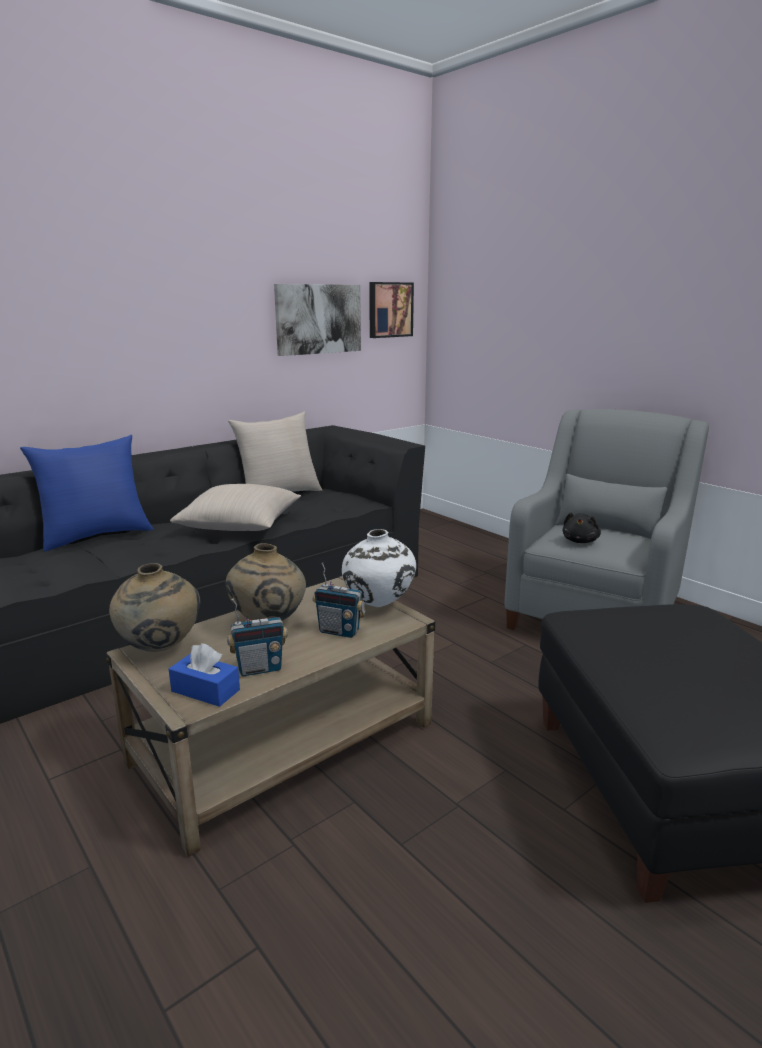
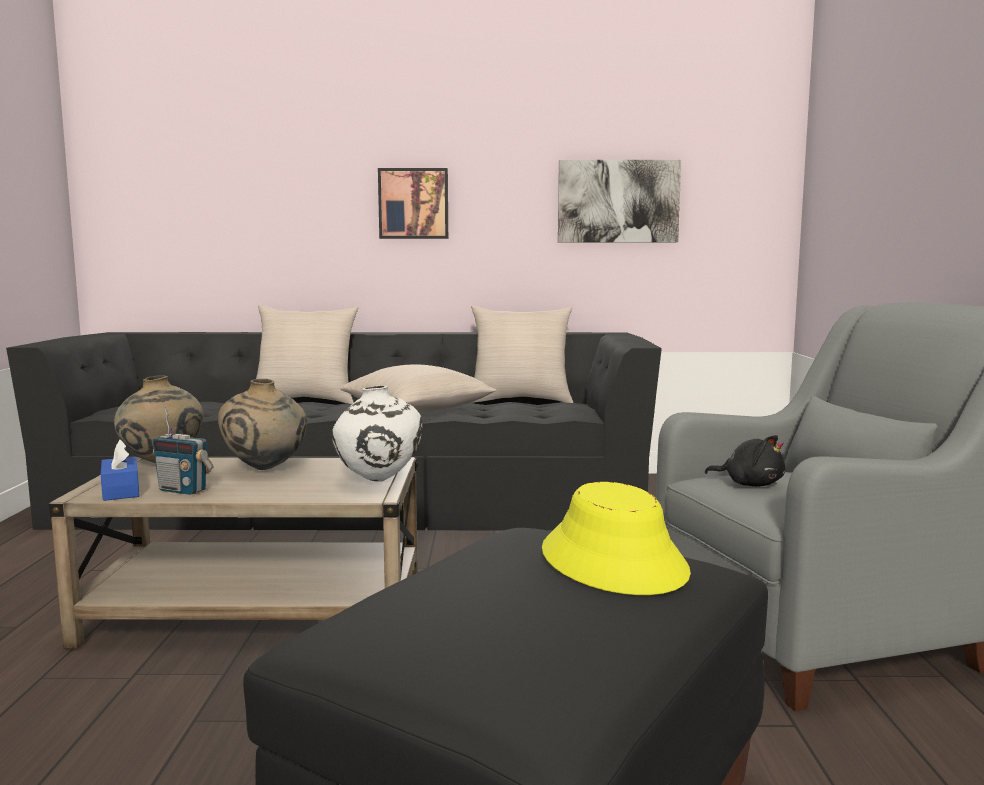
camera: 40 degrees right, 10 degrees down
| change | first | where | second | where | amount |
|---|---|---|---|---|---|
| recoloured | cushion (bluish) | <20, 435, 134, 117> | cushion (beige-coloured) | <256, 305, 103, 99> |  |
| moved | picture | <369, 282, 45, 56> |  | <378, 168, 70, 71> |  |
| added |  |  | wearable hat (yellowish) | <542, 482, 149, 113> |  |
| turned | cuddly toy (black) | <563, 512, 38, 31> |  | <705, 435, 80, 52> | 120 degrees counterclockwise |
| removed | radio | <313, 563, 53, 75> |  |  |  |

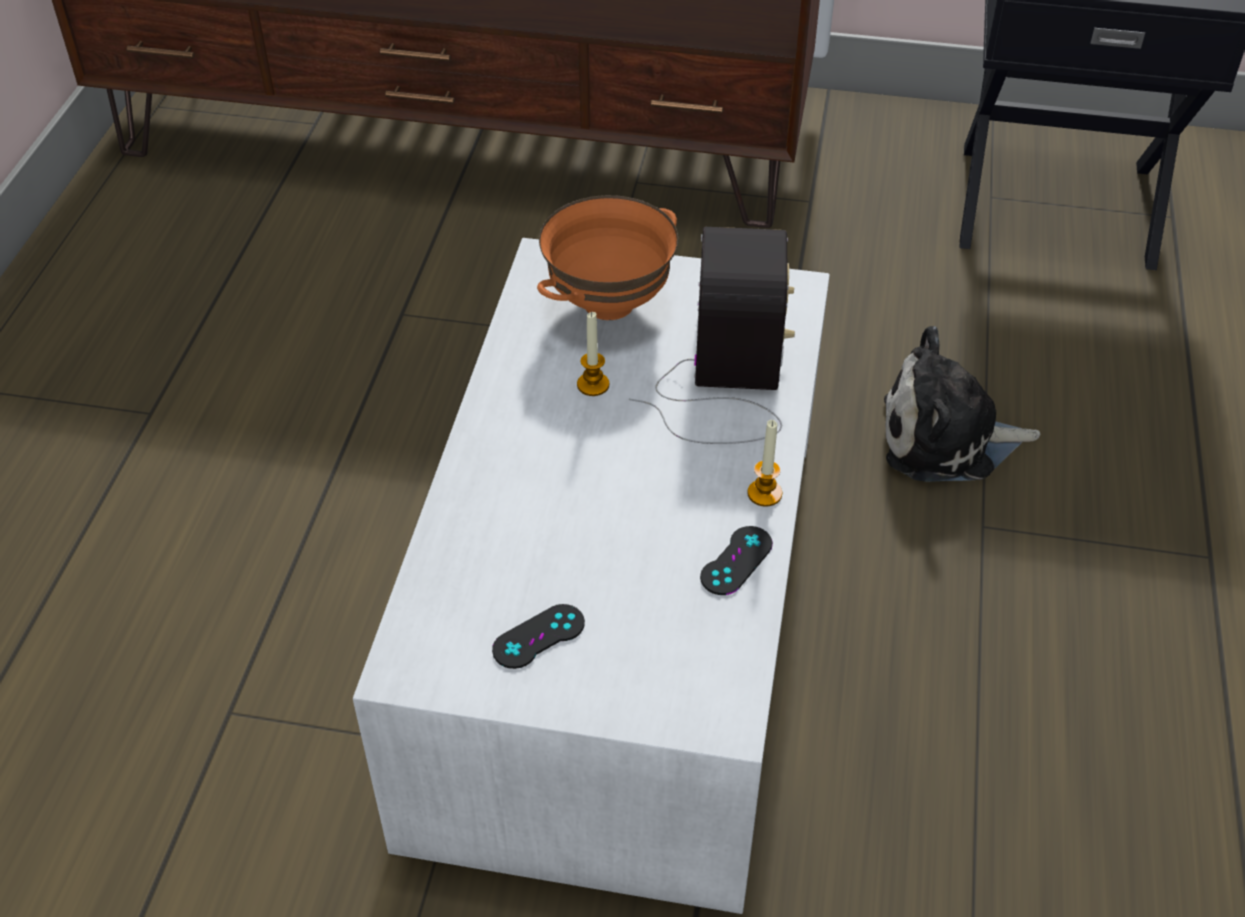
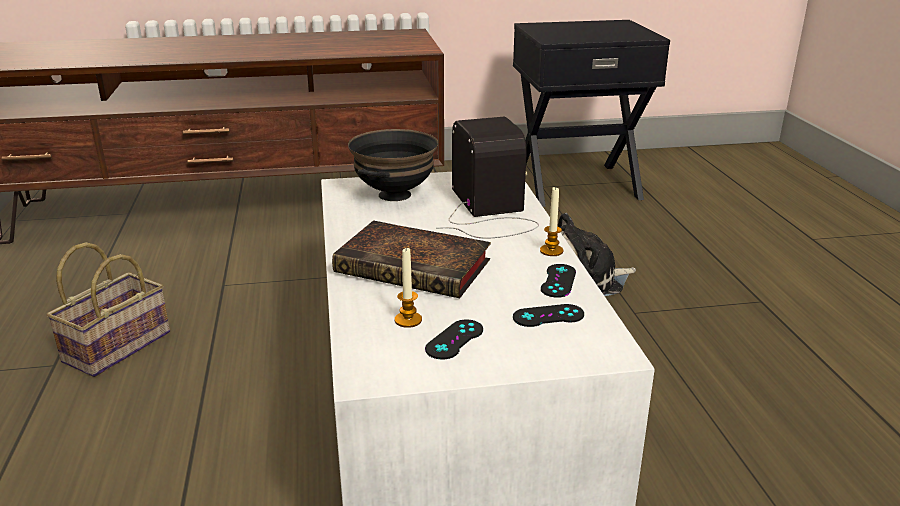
camera: 20 degrees left, 20 degrees down
| change | first | where | second | where | amount |
|---|---|---|---|---|---|
| added |  |  | basket | <46, 242, 124, 135> |  |
| added |  |  | bound book | <332, 220, 159, 78> |  |
| recoloured | serving bowl (orangey) | <537, 195, 141, 125> | serving bowl (black) | <348, 129, 90, 72> |  |
| moved | wax candle | <577, 312, 32, 84> |  | <395, 248, 27, 80> |  |
| added |  |  | joypad (black) | <513, 304, 71, 23> |  |

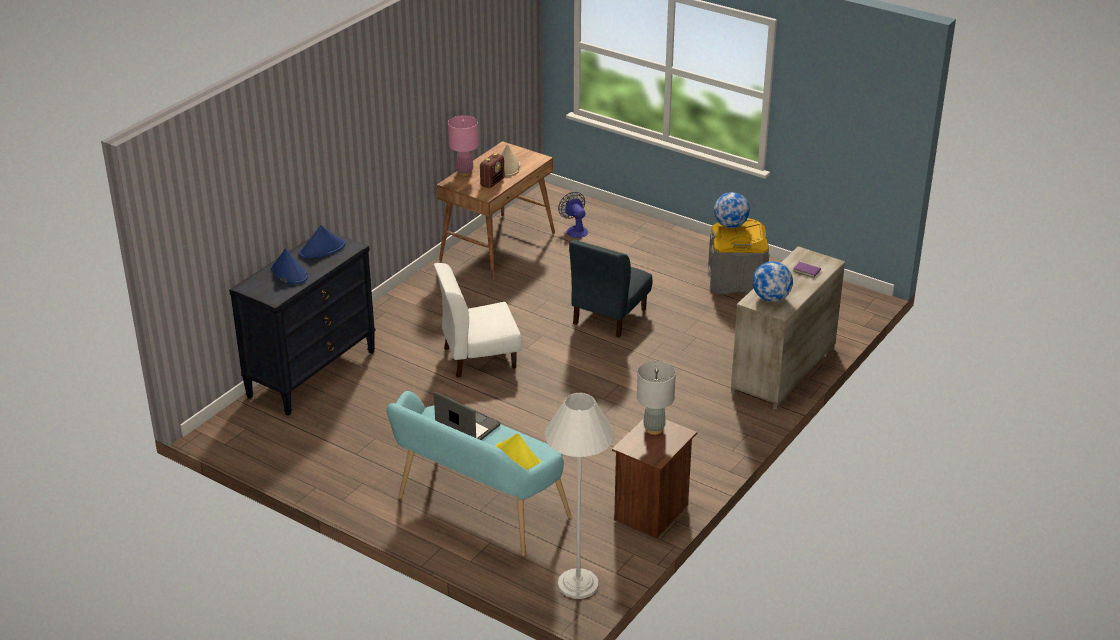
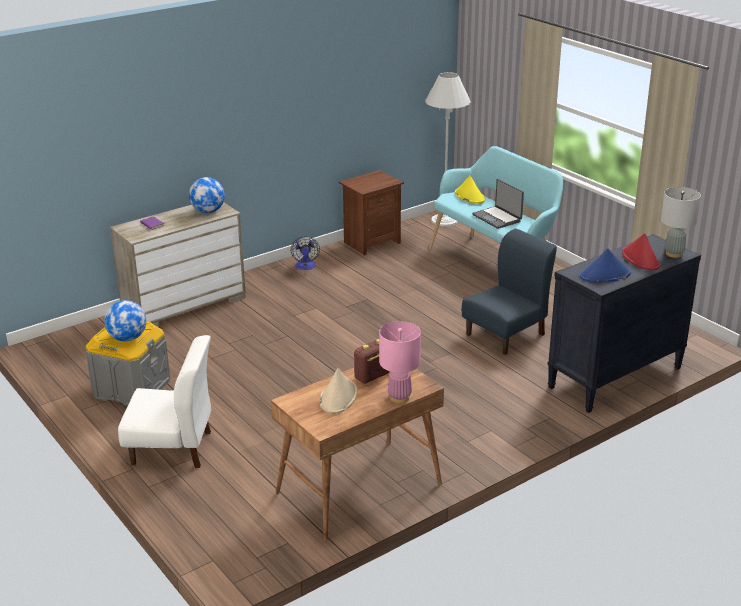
camera: 160 degrees left, 5 degrees down
| change | first | where | second | where | amount |
|---|---|---|---|---|---|
| moved | plain chair (white) | <433, 263, 89, 115> |  | <118, 335, 94, 133> |  |
| moved | fan | <558, 192, 30, 46> |  | <291, 236, 29, 34> |  |
| moved | plain chair (bluish) | <569, 240, 83, 98> |  | <462, 229, 95, 126> |  |
| recoloured | wearable hat (bluish) | <271, 248, 37, 36> | wearable hat (reddish) | <622, 233, 38, 37> |  |
| moved | lamp for a table (grey) | <637, 361, 39, 74> |  | <661, 187, 40, 71> |  |

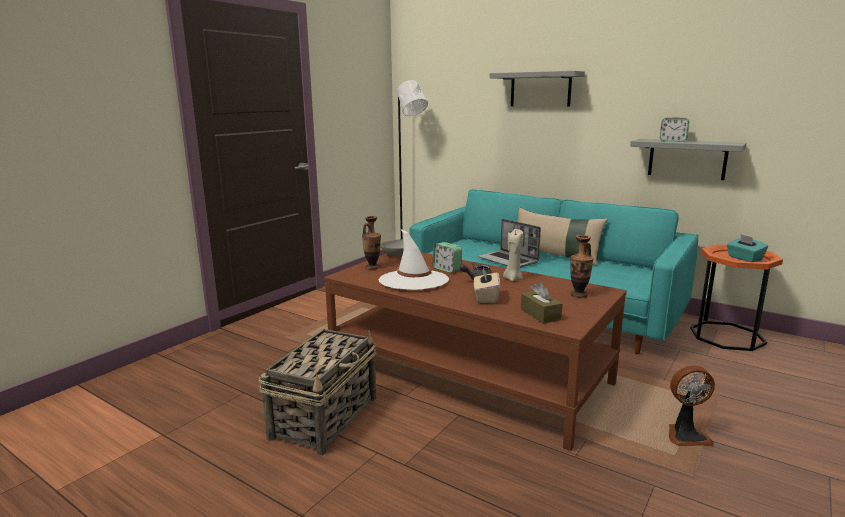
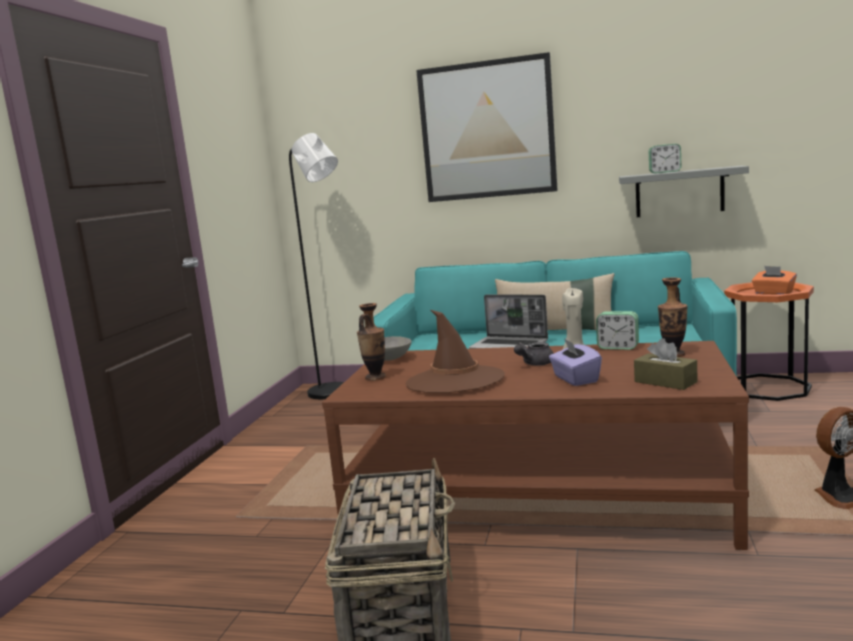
camera: 20 degrees left, 5 degrees down
| change | first | where | second | where | amount |
|---|---|---|---|---|---|
| recoloured | wearable hat (white) | <379, 229, 70, 61> | wearable hat (brown) | <406, 310, 99, 83> |  |
| replaced | wall shelf (grey) | <489, 71, 96, 36> | picture | <416, 52, 142, 150> |  |
| recoloured | tissue holder (beige-coloured) | <474, 266, 26, 37> | tissue holder (purple) | <549, 338, 53, 48> |  |
| moved | alarm clock | <433, 242, 29, 31> |  | <596, 311, 43, 39> |  |
| recoloured | tissue holder (turquoise-coloured) | <727, 234, 41, 28> | tissue holder (orangey) | <752, 266, 45, 29> |  |

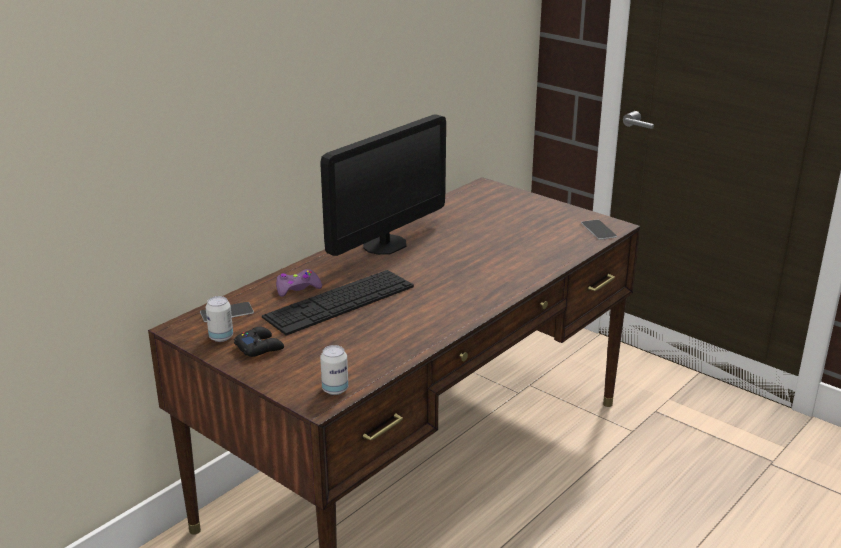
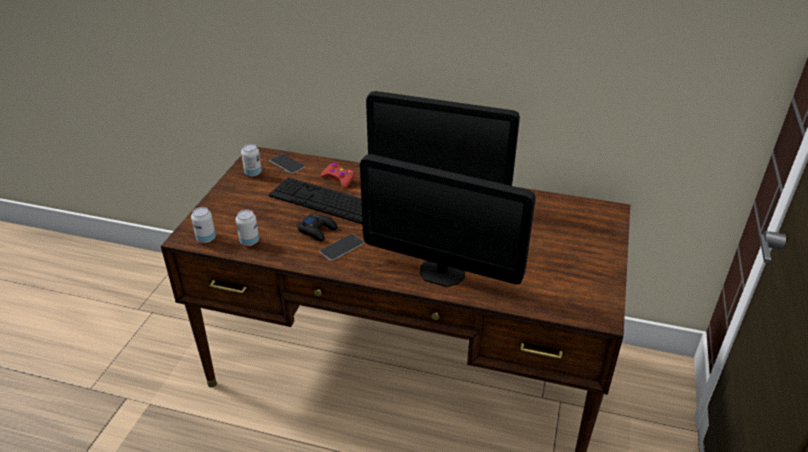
camera: 65 degrees right, 10 degrees up
| change | first | where | second | where | amount |
|---|---|---|---|---|---|
| added |  |  | can | <236, 210, 23, 36> |  |
| moved | joypad (black) | <234, 327, 50, 30> |  | <297, 214, 40, 27> |  |
| moved | telephone | <581, 220, 36, 20> |  | <319, 234, 45, 27> |  |
| recoloured | joypad (purple) | <276, 269, 46, 28> | joypad (reddish) | <321, 163, 34, 25> |  |
| added |  |  | monitor | <360, 154, 176, 133> |  |

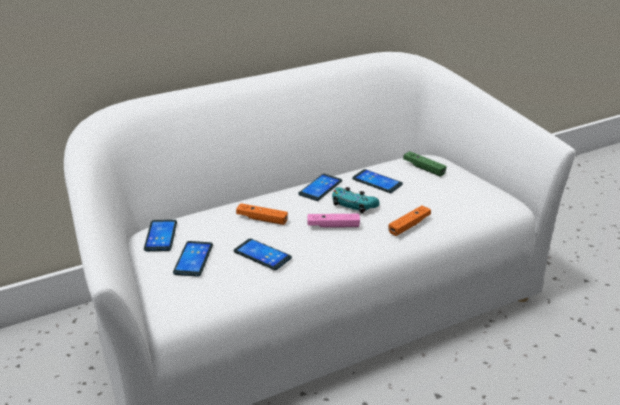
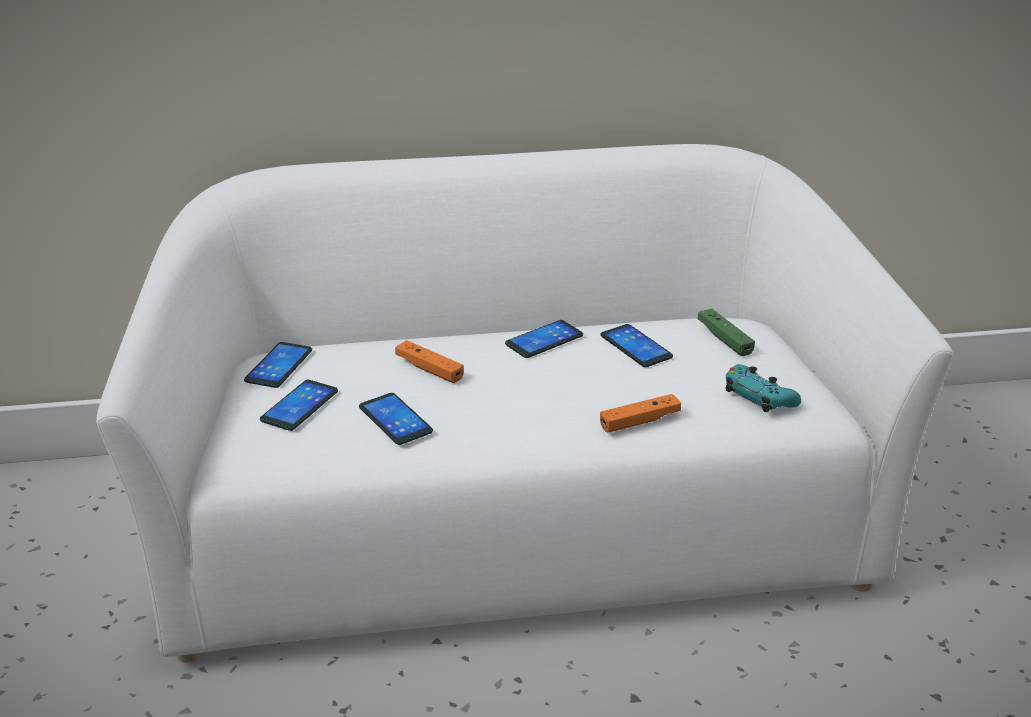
camera: 20 degrees right, 0 degrees up
| change | first | where | second | where | amount |
|---|---|---|---|---|---|
| moved | joypad (turquoise-coloured) | <332, 187, 48, 26> |  | <726, 364, 75, 48> |  |
| removed | joypad (pinkish) | <307, 214, 53, 14> |  |  |  |

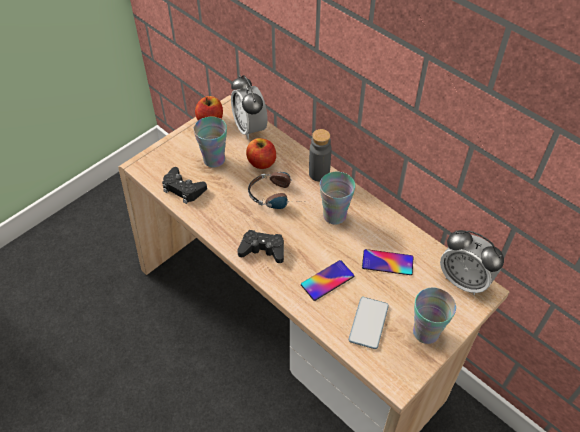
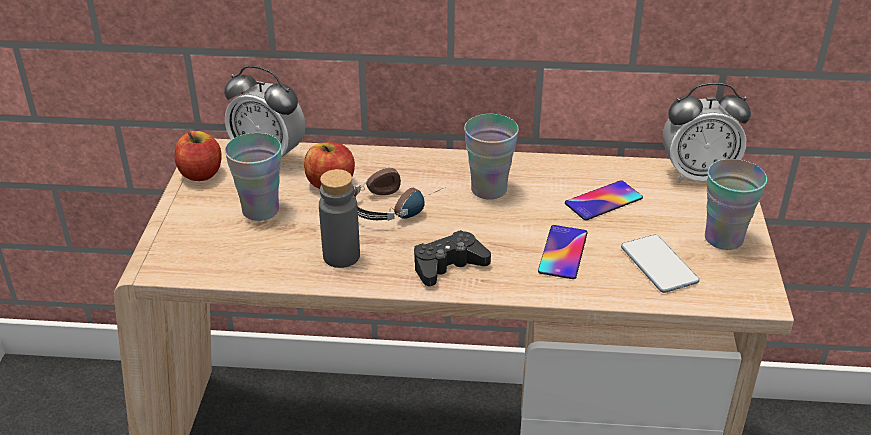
camera: 40 degrees left, 15 degrees down
| change | first | where | second | where | amount |
|---|---|---|---|---|---|
| moved | drink bottle (grey) | <309, 129, 23, 52> |  | <319, 169, 41, 99> |  |
| removed | joypad (black) | <162, 167, 45, 37> |  |  |  |

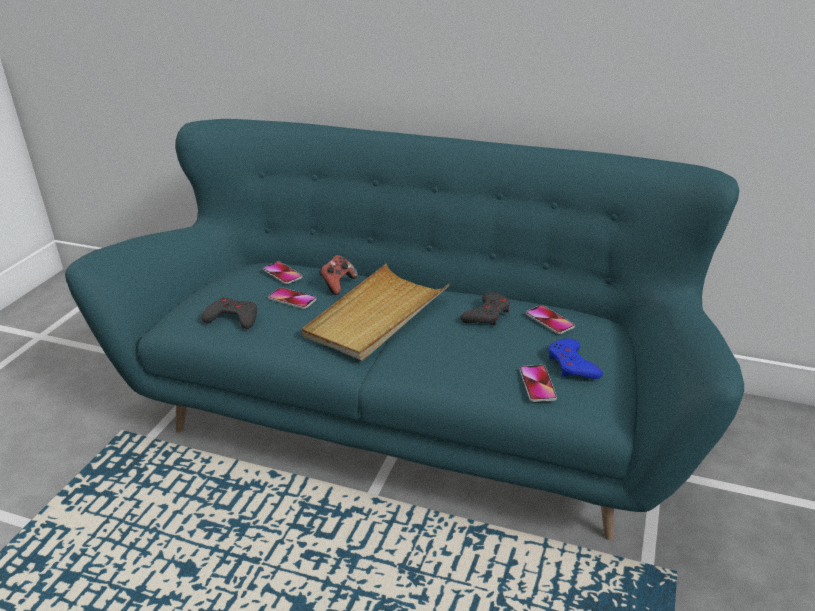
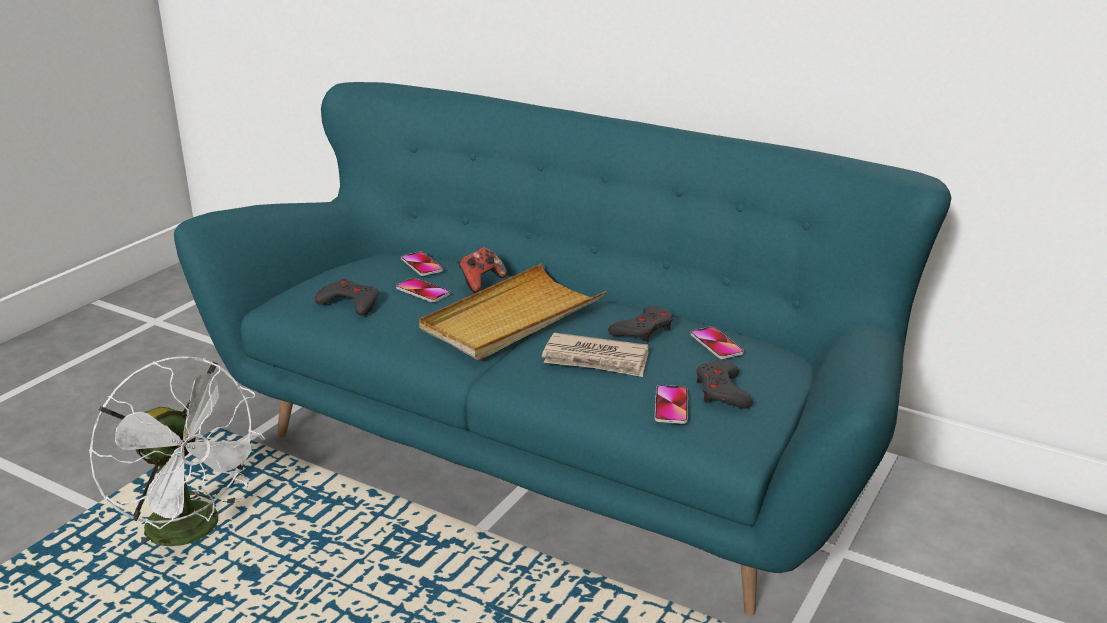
camera: 10 degrees right, 5 degrees down
| change | first | where | second | where | amount |
|---|---|---|---|---|---|
| added |  |  | fan (white) | <89, 356, 176, 193> |  |
| added |  |  | printed paper | <542, 333, 107, 44> |  |
| recoloured | joypad (bluish) | <549, 338, 54, 41> | joypad (grey) | <696, 361, 57, 47> |  |

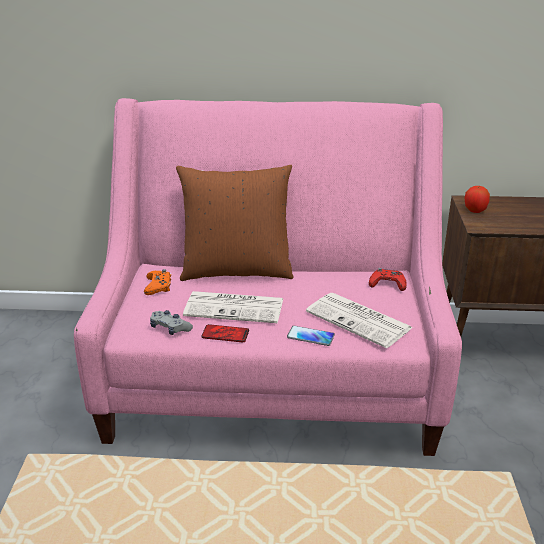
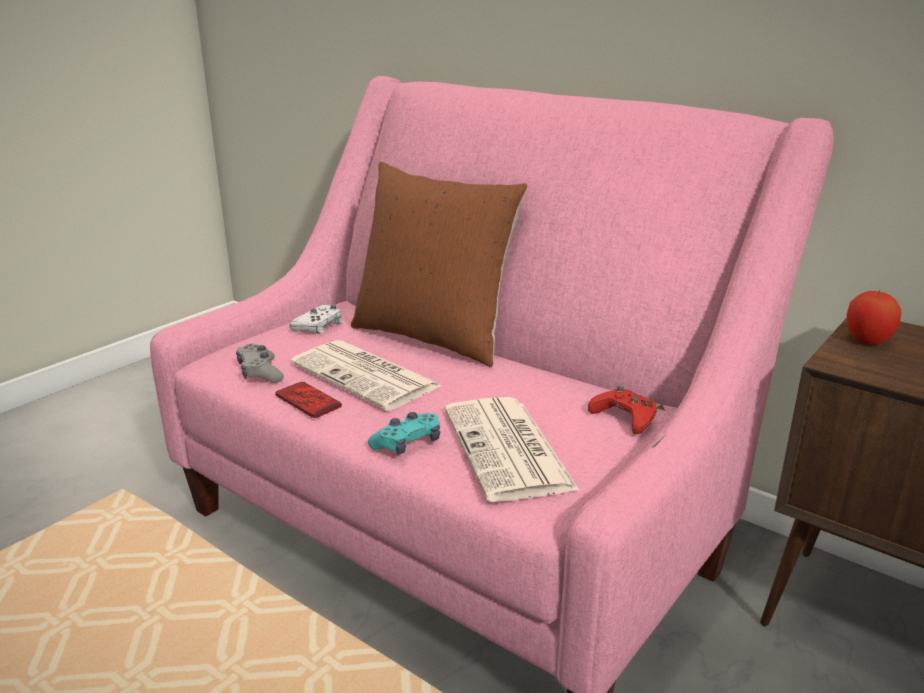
camera: 35 degrees right, 5 degrees down
| change | first | where | second | where | amount |
|---|---|---|---|---|---|
| recoloured | joypad (orangey) | <144, 269, 27, 26> | joypad (white) | <290, 305, 53, 29> |  |
| replaced | telephone | <287, 326, 48, 20> | joypad (turquoise-coloured) | <368, 412, 72, 43> |  |

